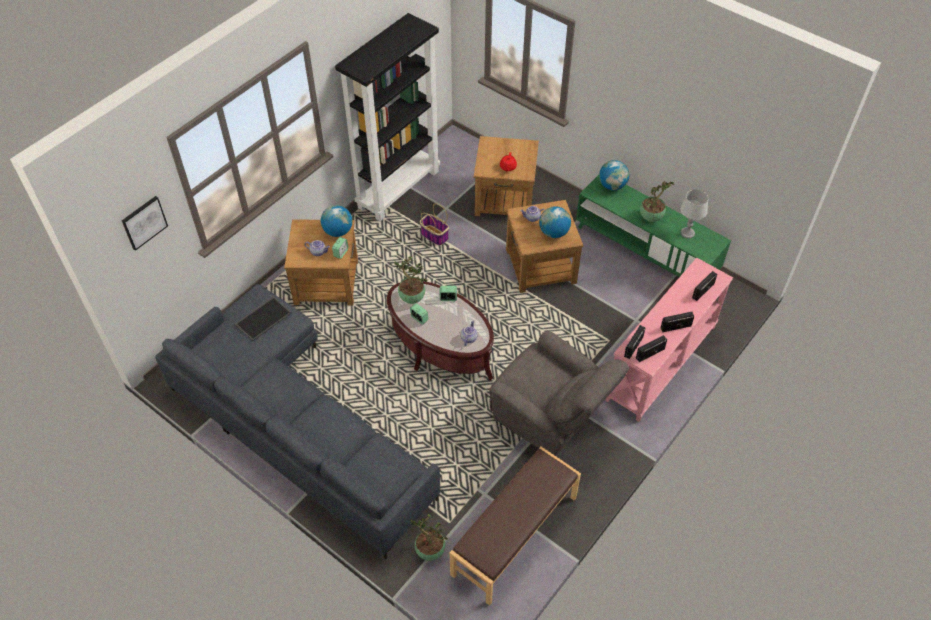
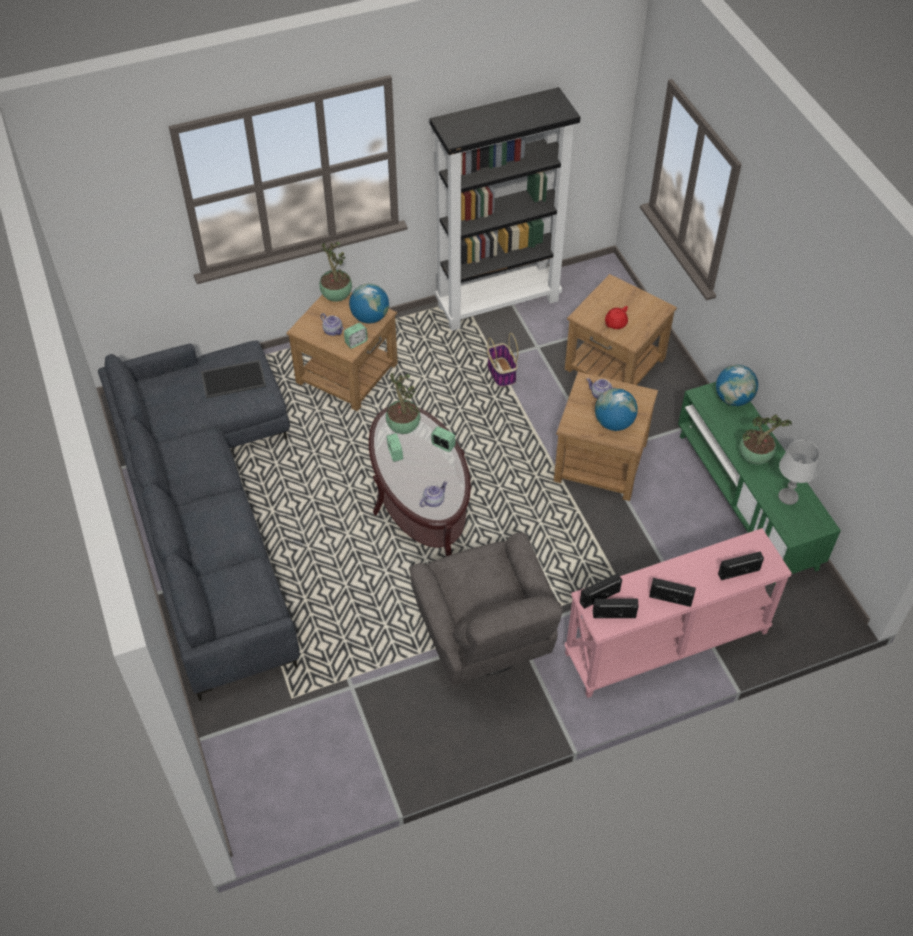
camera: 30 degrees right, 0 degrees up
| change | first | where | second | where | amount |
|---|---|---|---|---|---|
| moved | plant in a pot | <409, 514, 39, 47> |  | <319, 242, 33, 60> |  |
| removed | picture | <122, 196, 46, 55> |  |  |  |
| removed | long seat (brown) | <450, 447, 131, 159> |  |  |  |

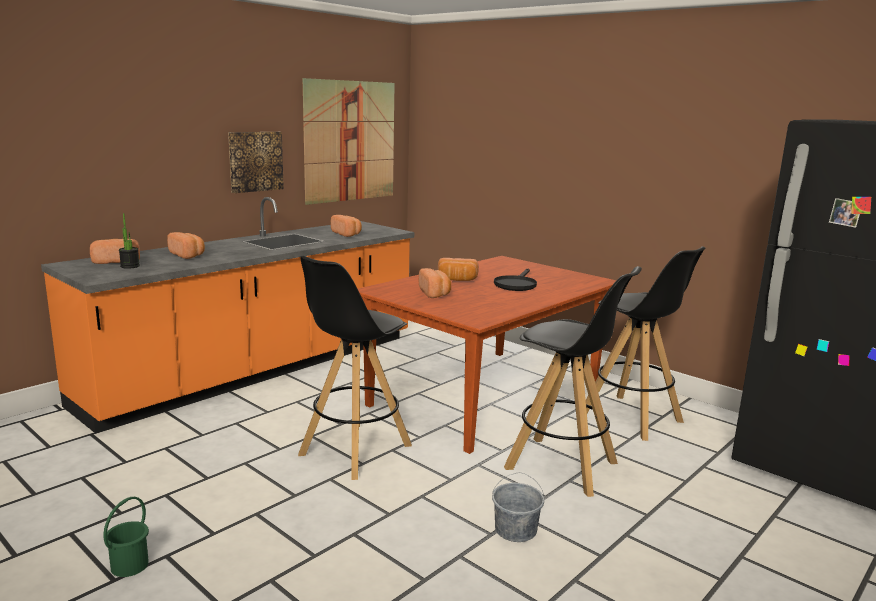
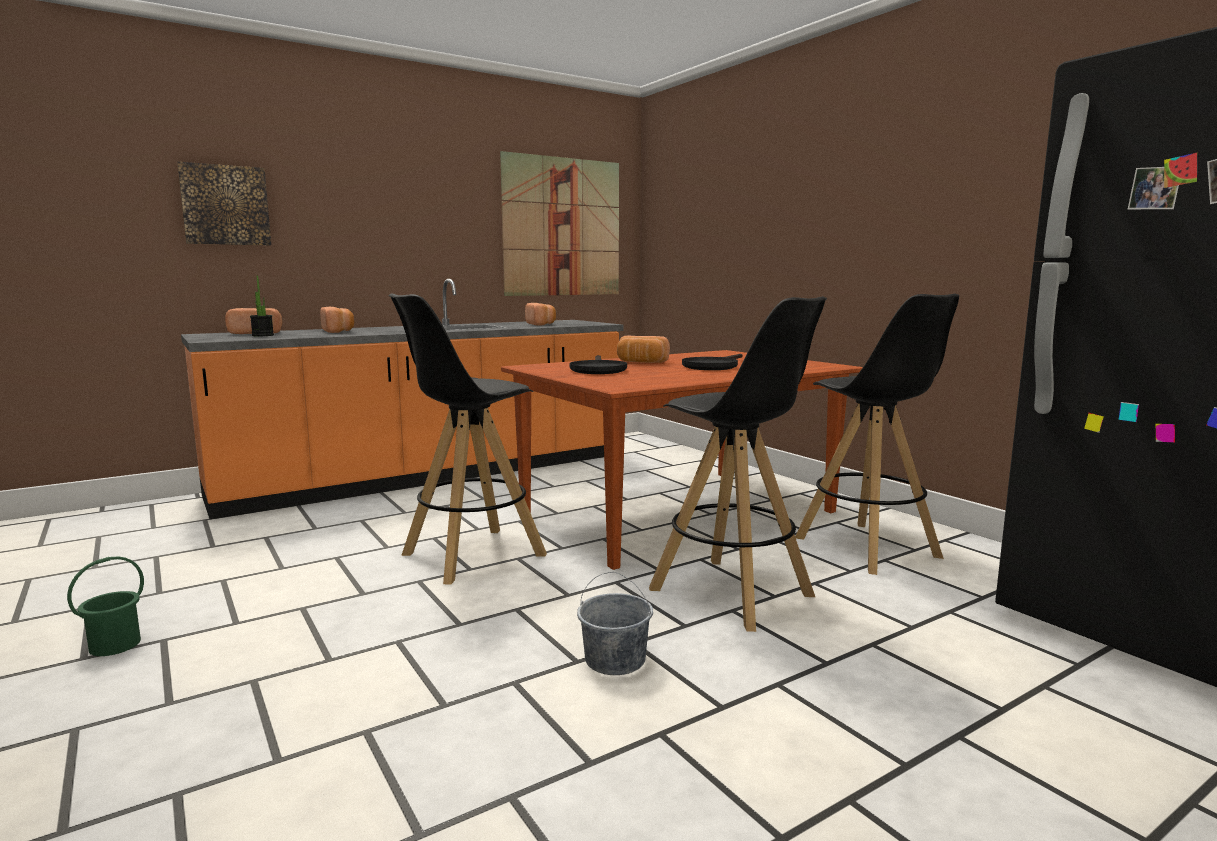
camera: 15 degrees right, 5 degrees down
| change | first | where | second | where | amount |
|---|---|---|---|---|---|
| moved | picture | <228, 132, 56, 61> |  | <177, 162, 94, 83> |  |
| replaced | baked bread | <419, 268, 32, 30> | frying pan (black) | <569, 355, 58, 19> |  |

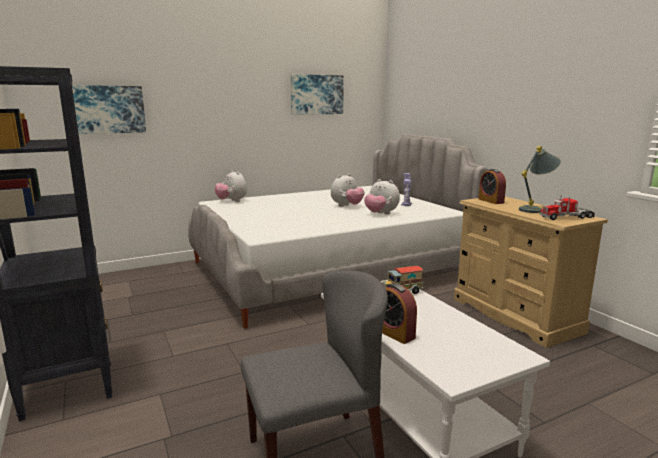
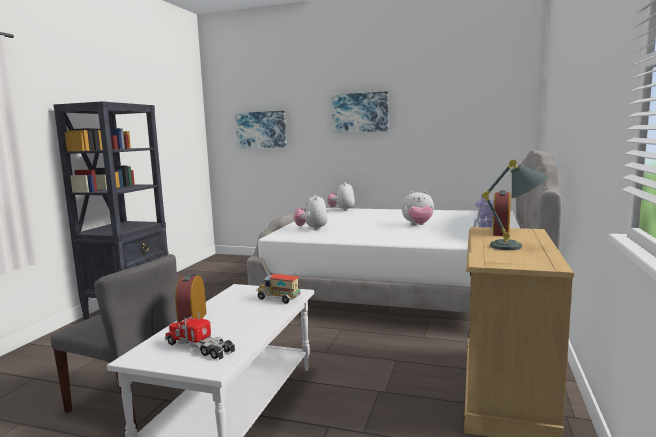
camera: 45 degrees right, 5 degrees down
| change | first | where | second | where | amount |
|---|---|---|---|---|---|
| moved | toy lorry | <539, 195, 56, 25> |  | <165, 312, 70, 48> |  |
| moved | cuddly toy | <364, 179, 36, 35> |  | <294, 194, 34, 36> |  |
| moved | picture | <291, 74, 53, 41> |  | <332, 91, 57, 42> |  |

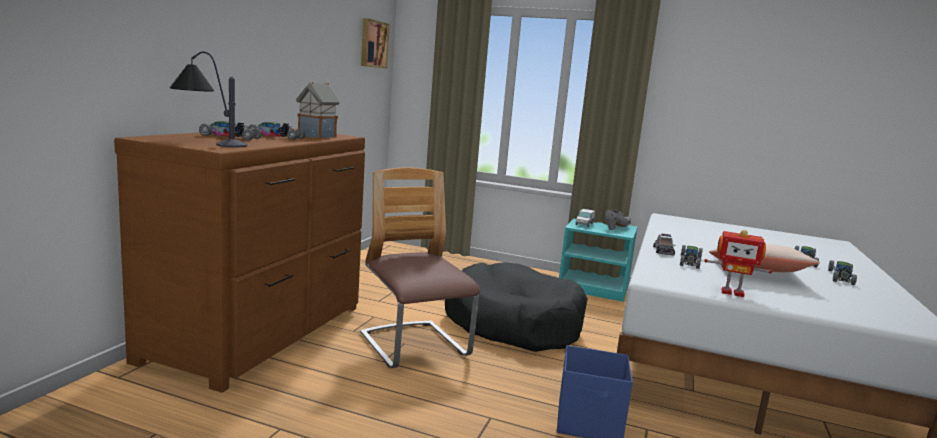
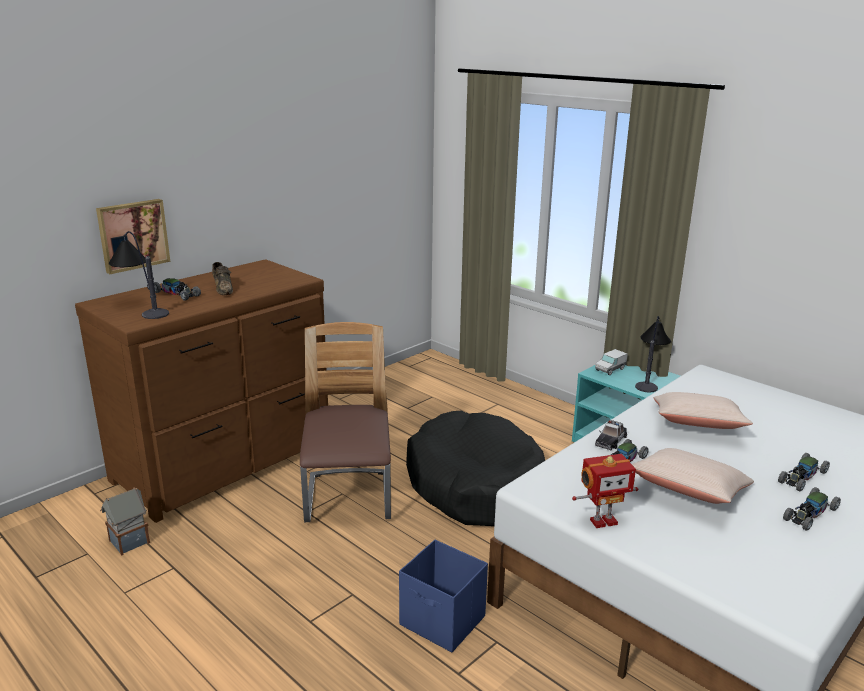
camera: 25 degrees right, 10 degrees up
| change | first | where | second | where | amount |
|---|---|---|---|---|---|
| moved | picture | <361, 18, 29, 51> |  | <96, 199, 74, 75> |  |
| moved | miniature house | <296, 82, 43, 57> |  | <100, 487, 50, 69> |  |
| replaced | model car | <248, 122, 57, 18> | low shoe (brown) | <212, 262, 21, 33> |  |
| turned | model robot | <704, 230, 68, 67> |  | <572, 454, 66, 74> | 60 degrees counterclockwise |
| replaced | low shoe (grey) | <605, 210, 26, 20> | lamp for a table | <635, 316, 36, 76> |  |
| added |  |  | cushion (beige-coloured) | <654, 392, 99, 37> |  |

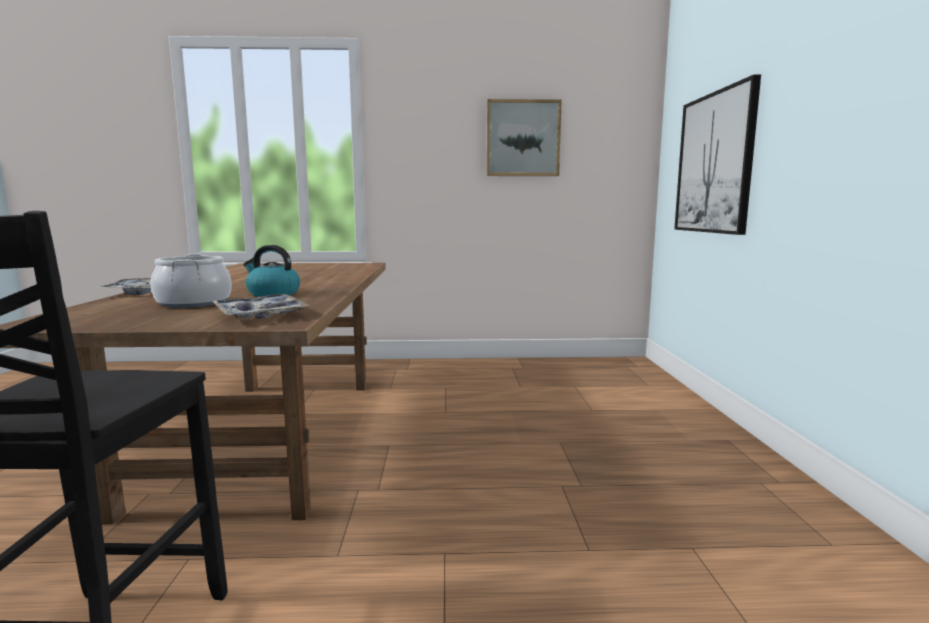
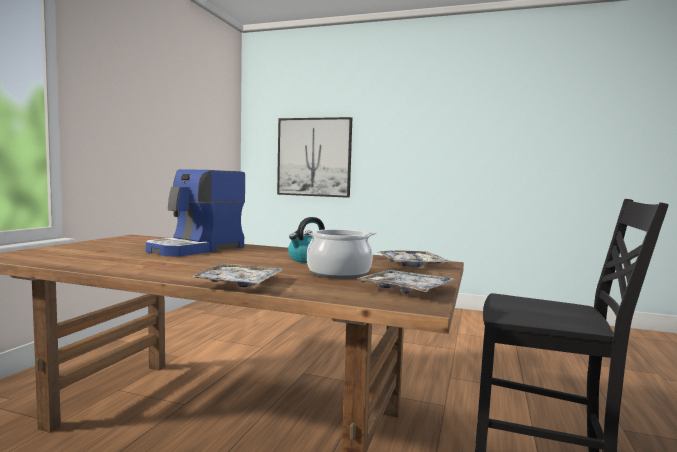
camera: 70 degrees left, 5 degrees down
| change | first | where | second | where | amount |
|---|---|---|---|---|---|
| added |  |  | coffee machine | <146, 169, 99, 88> |  |
| added |  |  | tray | <356, 270, 100, 24> |  |
| removed | picture | <487, 99, 75, 77> |  |  |  |

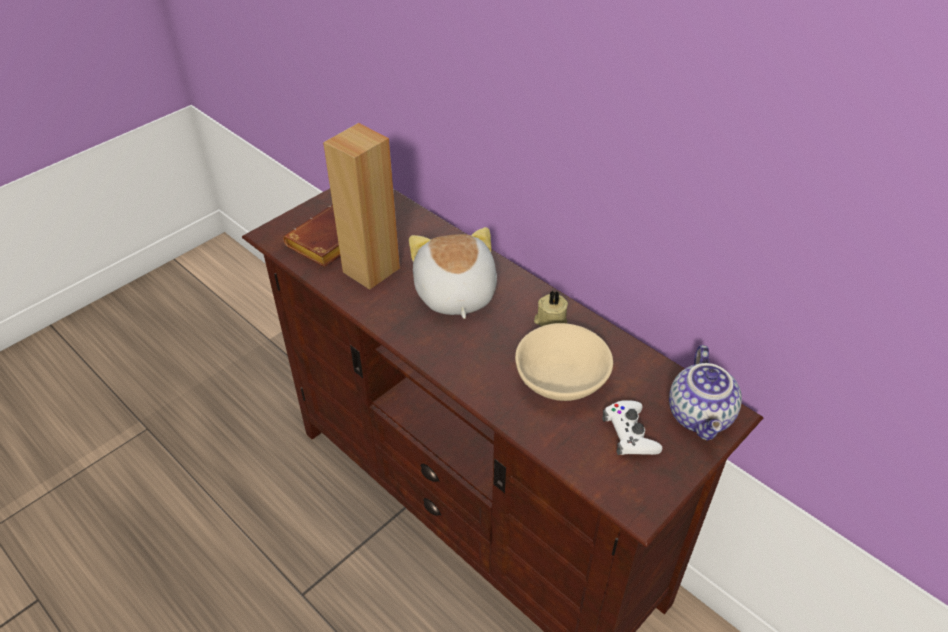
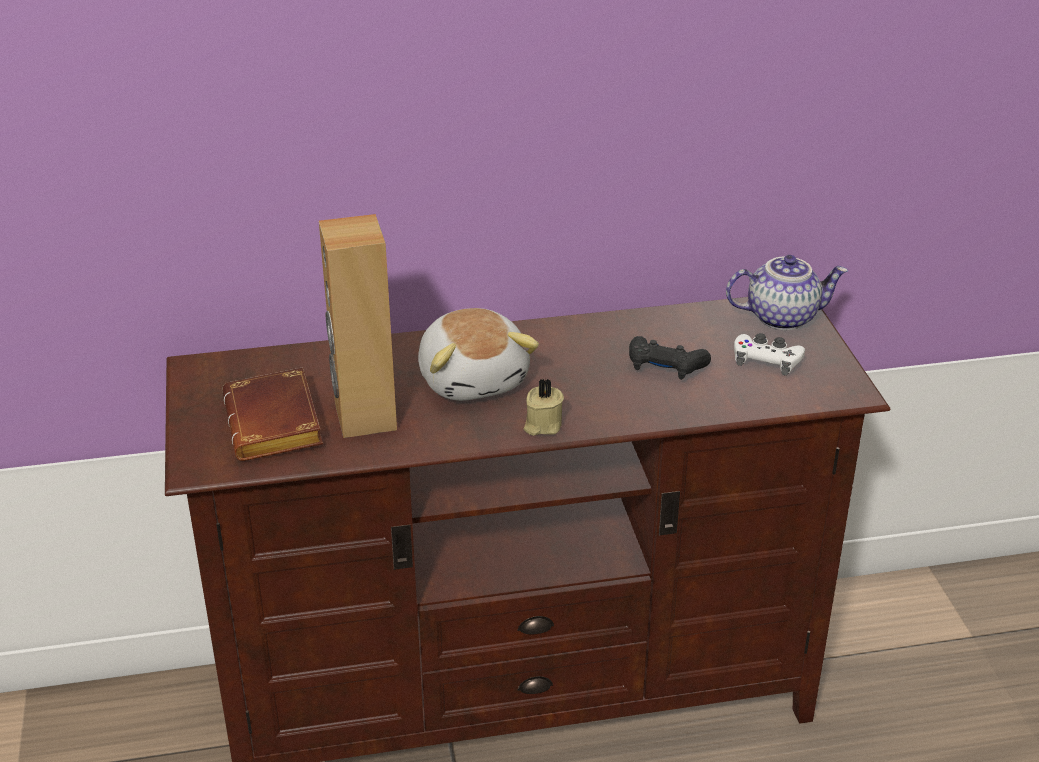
camera: 55 degrees left, 10 degrees down
| change | first | where | second | where | amount |
|---|---|---|---|---|---|
| turned | cuddly toy | <409, 227, 88, 92> |  | <418, 308, 121, 93> | 135 degrees counterclockwise |
| moved | wax candle (beige-coloured) | <534, 290, 34, 37> |  | <523, 379, 41, 57> |  |
| replaced | serving bowl (beige-coloured) | <515, 323, 98, 78> | joypad (black) | <629, 336, 82, 44> |  |
| turned | teapot | <669, 345, 73, 96> |  | <726, 255, 122, 75> | 45 degrees counterclockwise |

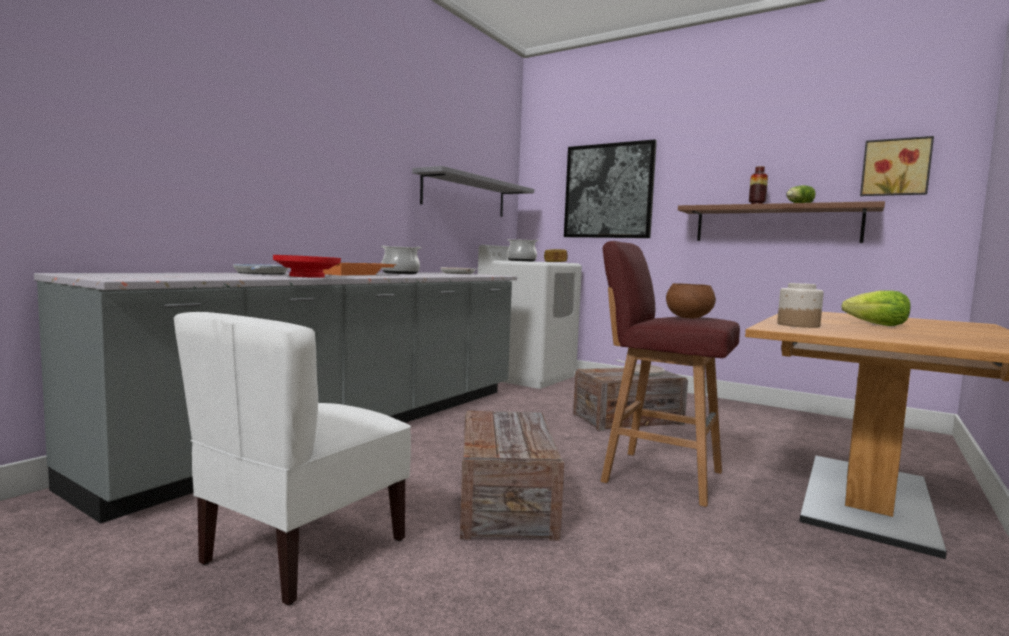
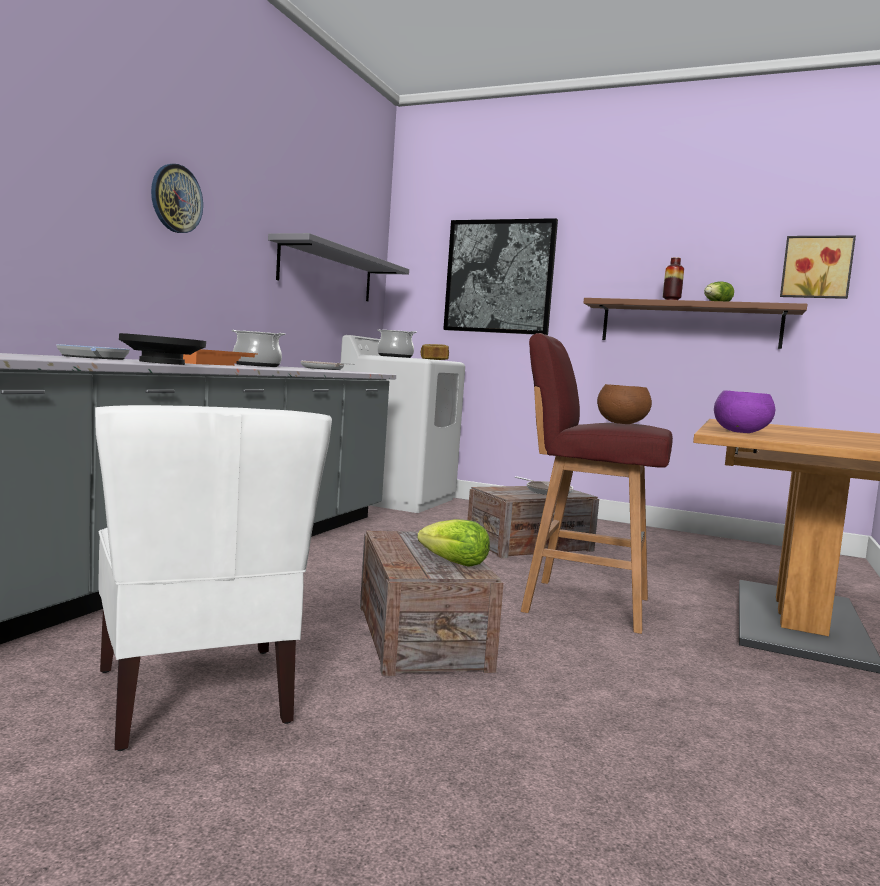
camera: 10 degrees left, 0 degrees up
| change | first | where | second | where | amount |
|---|---|---|---|---|---|
| turned | plain chair (white) | <174, 312, 237, 294> |  | <95, 405, 237, 346> | 45 degrees counterclockwise |
| recoloured | serving bowl (reddish) | <273, 255, 68, 23> | serving bowl (black) | <119, 333, 87, 32> |  |
| added |  |  | clock on the wall | <151, 164, 52, 69> |  |
| moved | lettuce | <841, 291, 70, 35> |  | <418, 519, 72, 48> |  |
| replaced | storage jar | <777, 283, 47, 45> | serving bowl (purple) | <714, 390, 61, 43> |  |

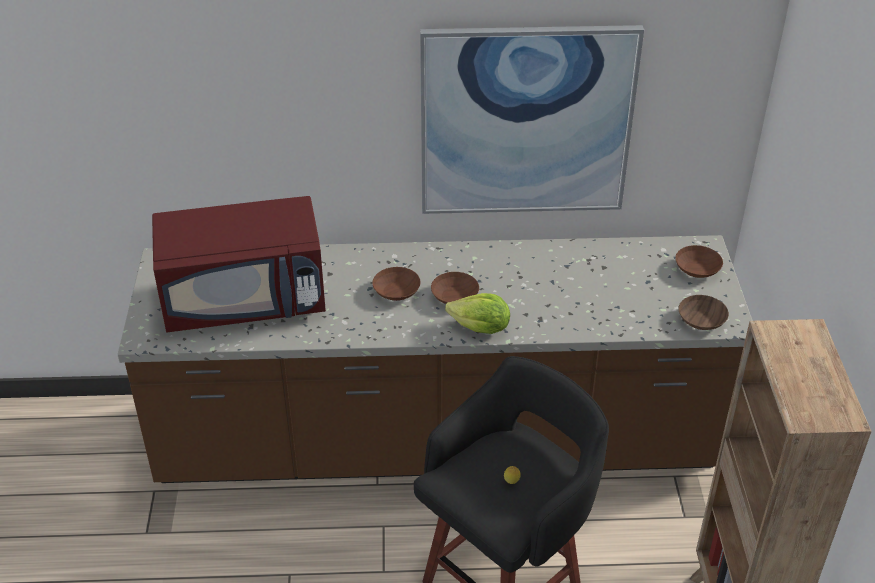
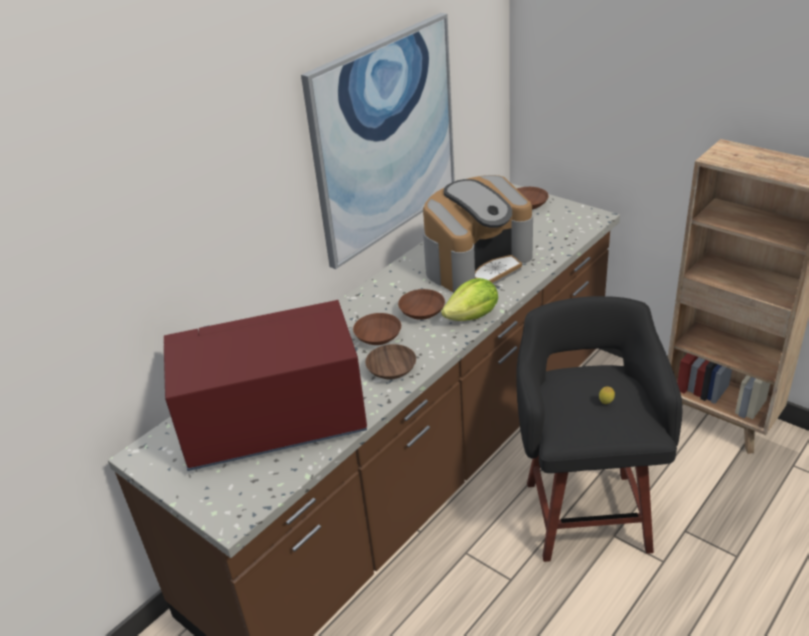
camera: 45 degrees left, 5 degrees down
| change | first | where | second | where | amount |
|---|---|---|---|---|---|
| turned | microwave oven (reddish) | <152, 196, 174, 137> |  | <164, 300, 203, 171> | 135 degrees counterclockwise |
| moved | serving bowl (brown) | <678, 295, 51, 35> |  | <365, 344, 51, 35> |  |
| added |  |  | coffee machine | <423, 175, 110, 118> |  |

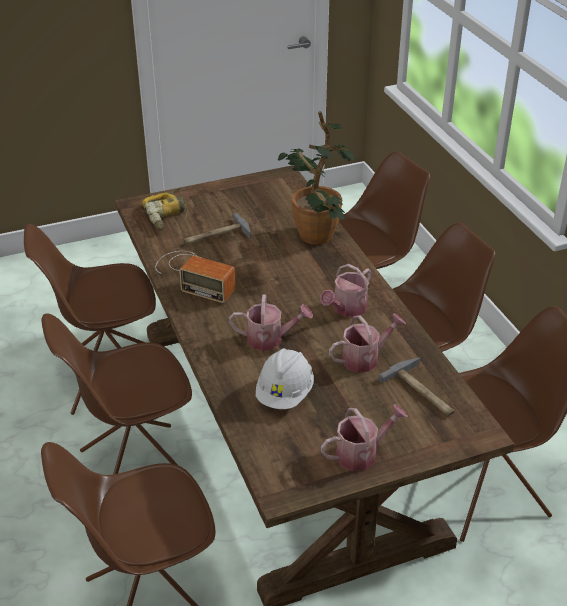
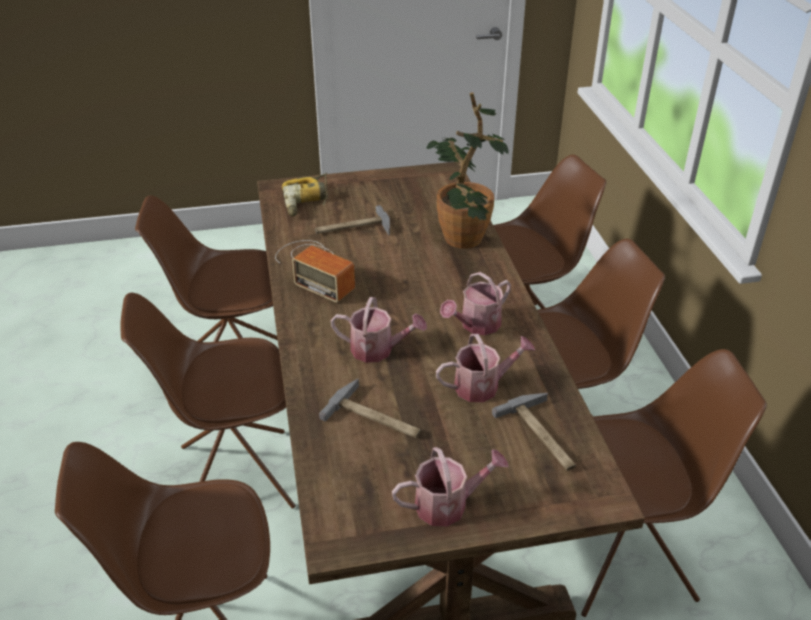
camera: 10 degrees right, 0 degrees up
| change | first | where | second | where | amount |
|---|---|---|---|---|---|
| replaced | work helmet (white) | <256, 348, 58, 61> | hammer | <319, 379, 102, 59> |  |

